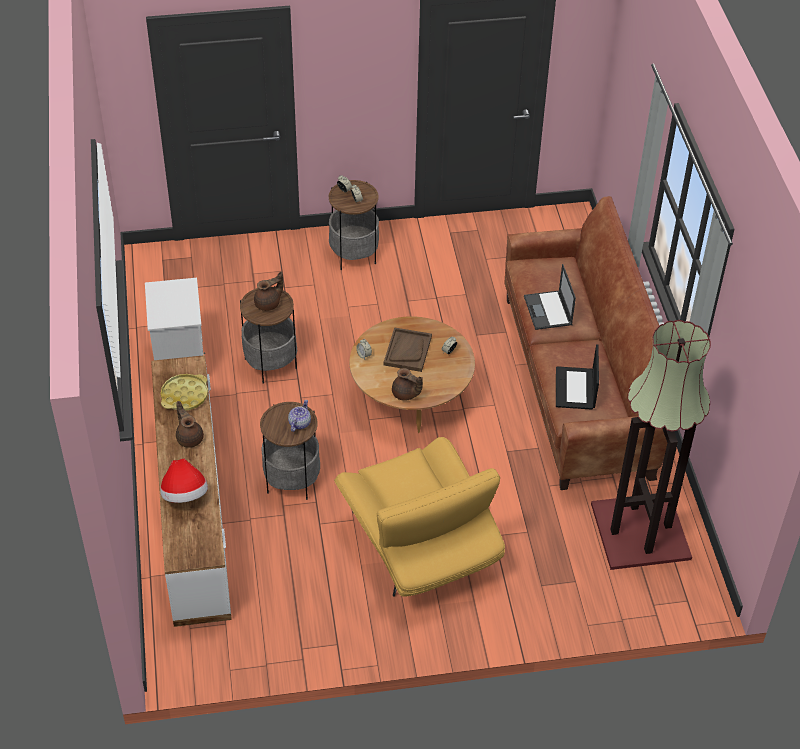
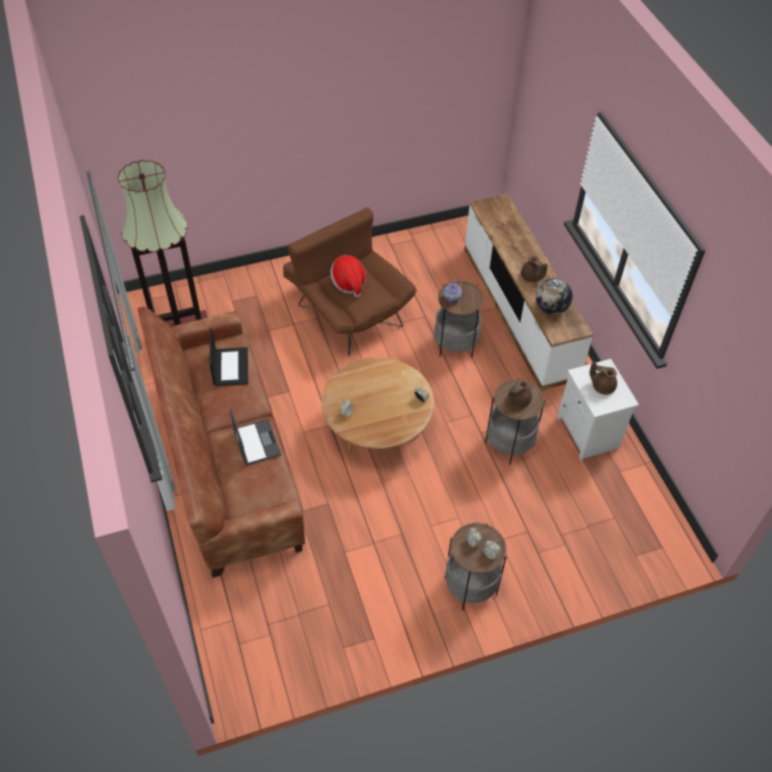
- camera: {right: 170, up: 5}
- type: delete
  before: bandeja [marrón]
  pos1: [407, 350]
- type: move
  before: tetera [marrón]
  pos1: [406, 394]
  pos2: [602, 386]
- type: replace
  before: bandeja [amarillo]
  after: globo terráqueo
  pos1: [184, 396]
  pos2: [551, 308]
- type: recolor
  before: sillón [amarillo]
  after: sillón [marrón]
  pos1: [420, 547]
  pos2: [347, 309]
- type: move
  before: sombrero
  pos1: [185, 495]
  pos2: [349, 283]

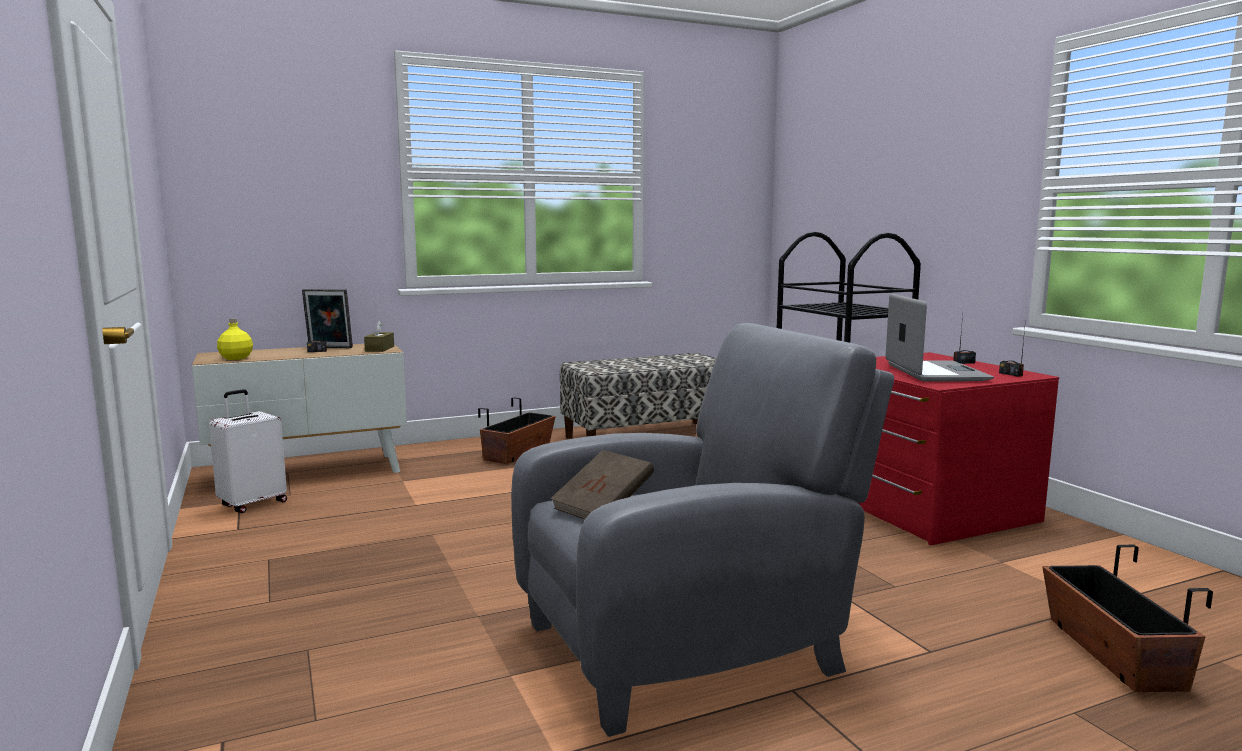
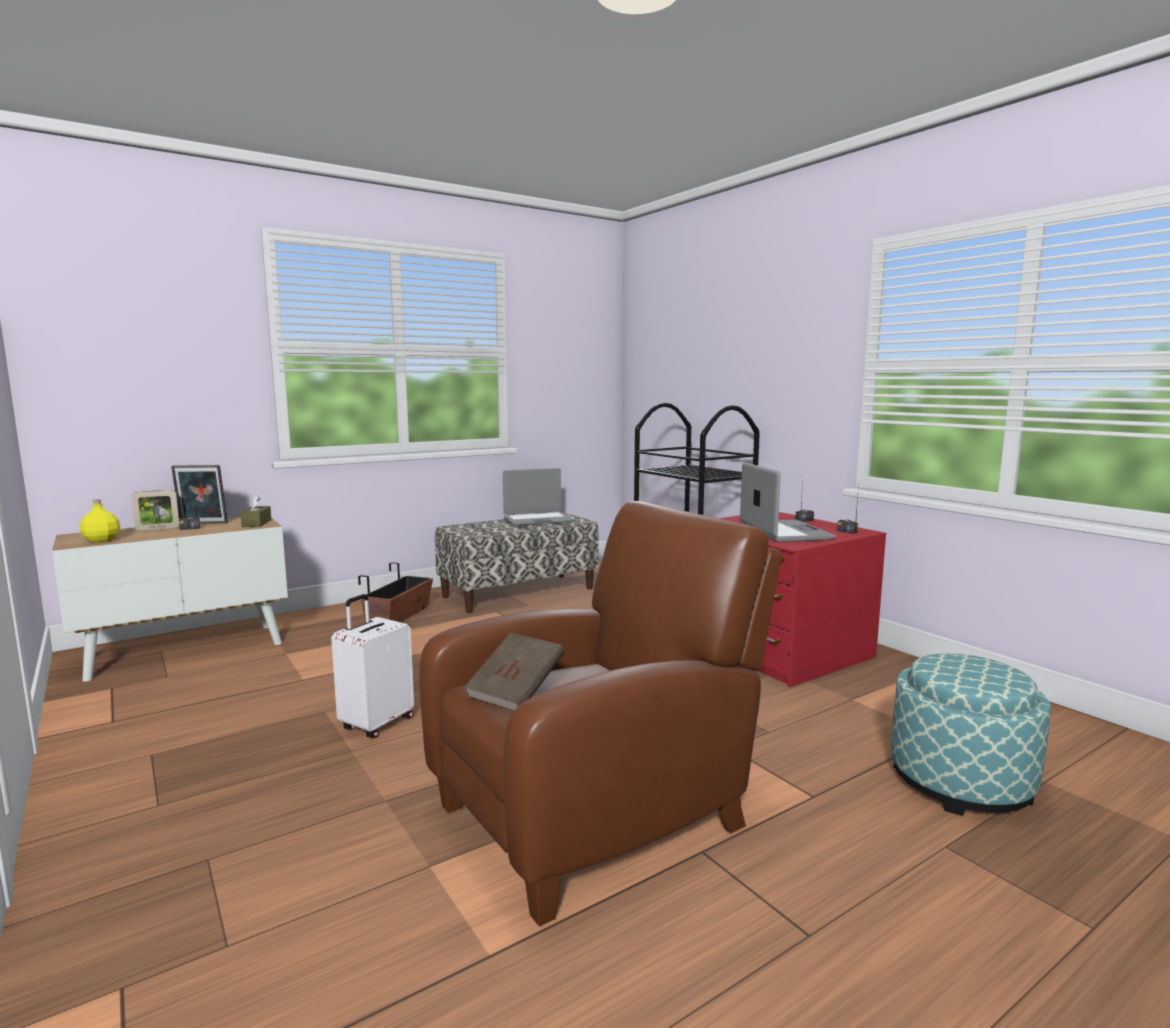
- camera: {right: -10, up: 0}
- type: recolor
  before: sillón [gris]
  after: sillón [marrón]
  pos1: [690, 645]
  pos2: [599, 813]
- type: move
  before: maleta [blanco]
  pos1: [252, 504]
  pos2: [376, 724]
- type: replace
  before: maceta
  after: puf
  pos1: [1112, 653]
  pos2: [960, 782]
- type: insert
  after: portátil
  pos2: [538, 520]
- type: insert
  after: portarretratos
  pos2: [158, 528]

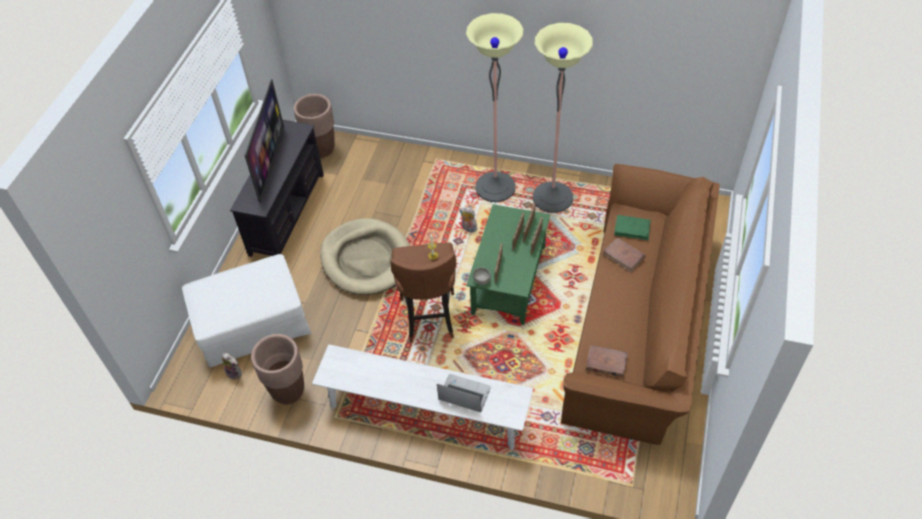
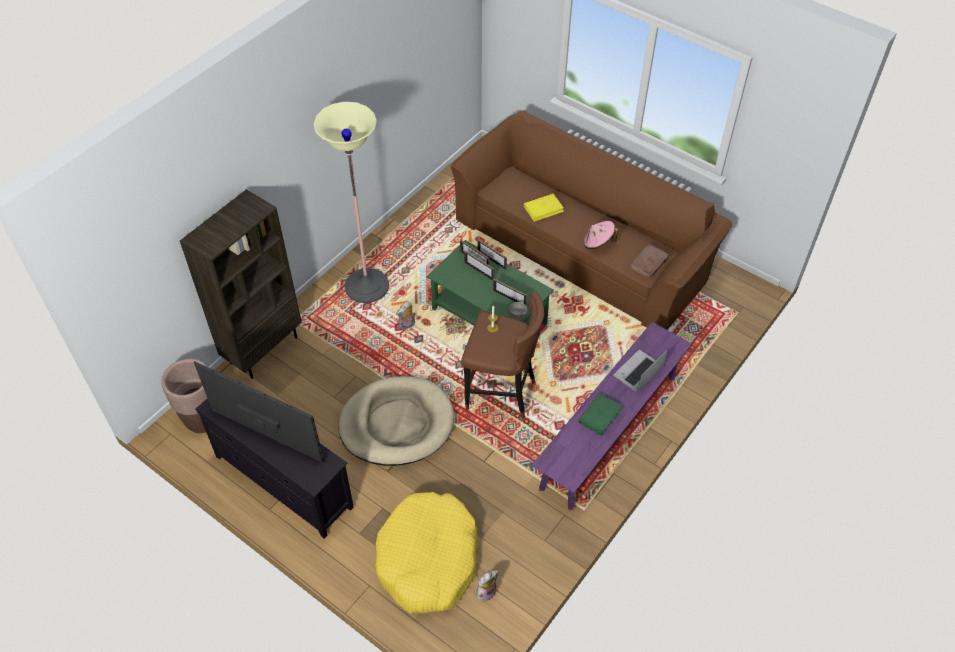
- camera: {right: -70, up: 0}
- type: delete
  before: lámpara de pie
  pos1: [552, 197]
- type: move
  before: libro [verde]
  pos1: [632, 229]
  pos2: [600, 415]
- type: recolor
  before: libro [marrón]
  after: libro [amarillo]
  pos1: [624, 256]
  pos2: [543, 209]
- type: replace
  before: puf [blanco]
  after: cama para perro [amarillo]
  pos1: [251, 325]
  pos2: [428, 559]
- type: delete
  before: maceta [marrón]
  pos1: [288, 391]
- type: recolor
  before: banco [blanco]
  after: banco [morado]
  pos1: [425, 412]
  pos2: [609, 431]
- type: insert
  after: estantería [marrón]
  pos2: [263, 349]
- type: insert
  after: sombrero [rosa]
  pos2: [598, 242]

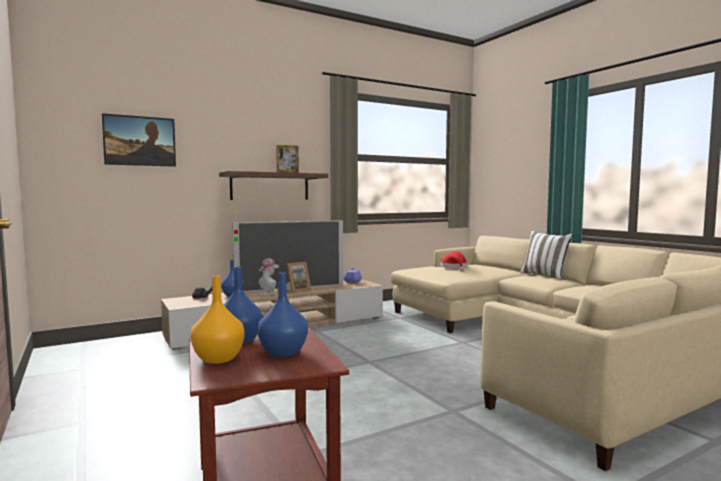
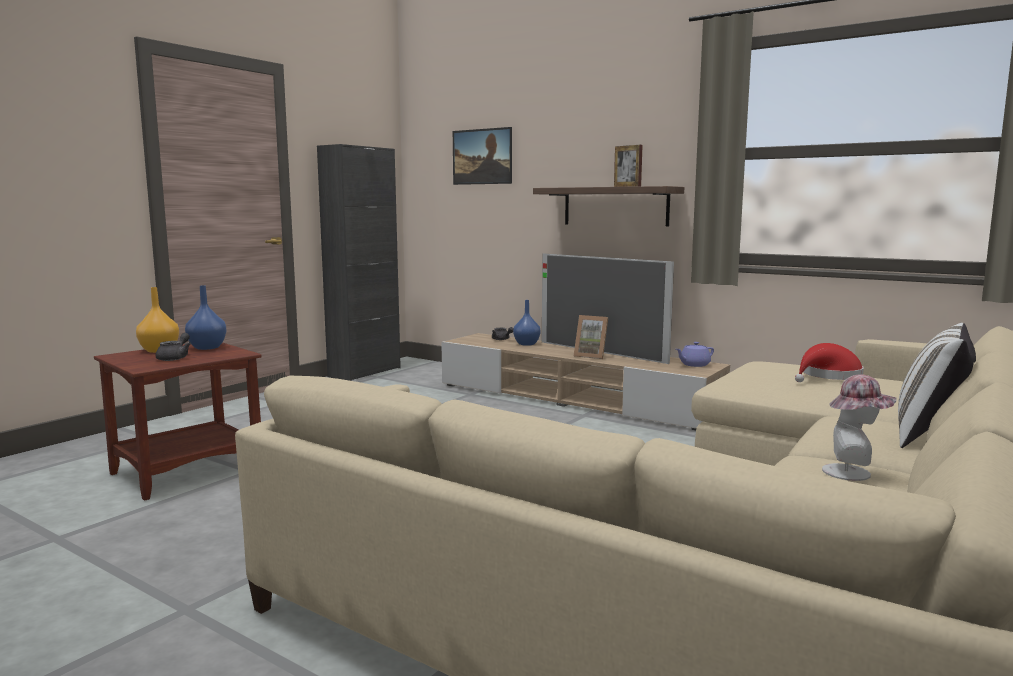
- camera: {right: 65, up: 5}
- type: move
  before: sombrero
  pos1: [269, 293]
  pos2: [853, 473]
- type: replace
  before: florero [azul]
  after: tetera [gris]
  pos1: [282, 353]
  pos2: [175, 358]
- type: insert
  after: armario [negro]
  pos2: [365, 372]

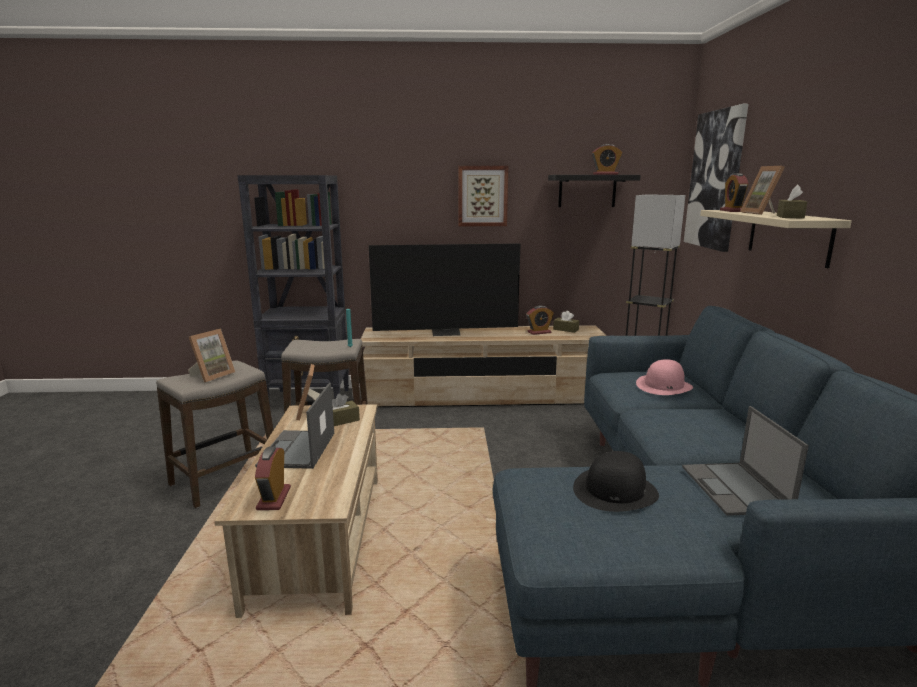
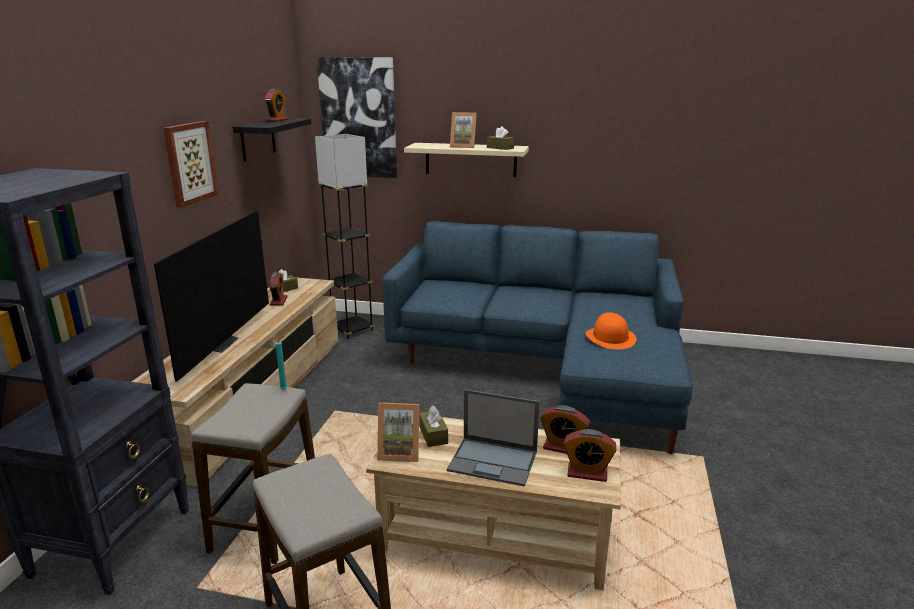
- camera: {right: -75, up: 5}
- type: move
  before: despertador
  pos1: [732, 211]
  pos2: [562, 447]
- type: delete
  before: portarretratos
  pos1: [212, 375]
- type: delete
  before: sombrero [rosa]
  pos1: [664, 386]
- type: delete
  before: portátil
  pos1: [736, 489]
- type: recolor
  before: sombrero [negro]
  after: sombrero [naranja]
  pos1: [615, 491]
  pos2: [610, 338]

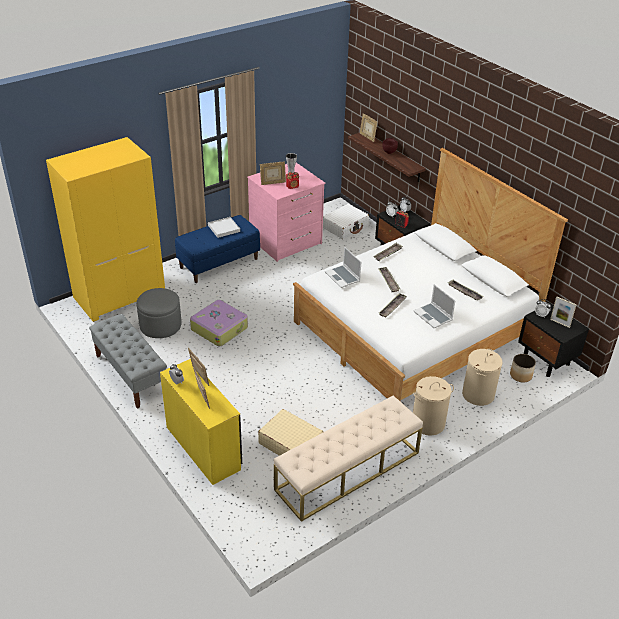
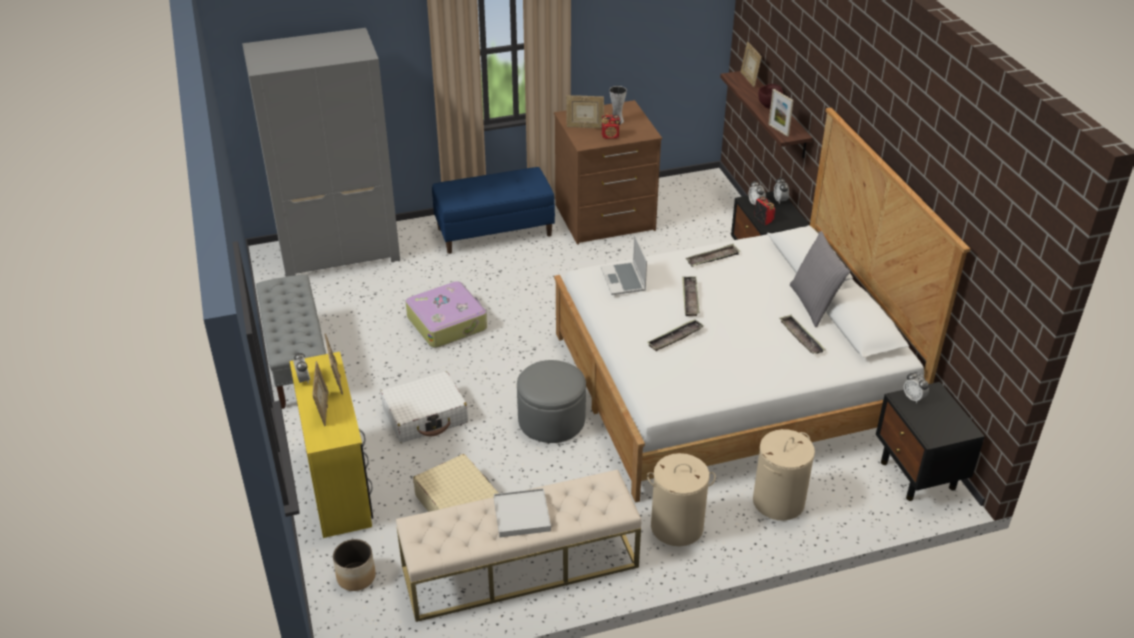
- camera: {right: 20, up: 0}
- type: recolor
  before: armario ropero [amarillo]
  after: armario ropero [gris]
  pos1: [120, 295]
  pos2: [340, 251]
- type: recolor
  before: cómoda [rosa]
  after: cómoda [marrón]
  pos1: [286, 241]
  pos2: [605, 218]
- type: move
  before: maleta [blanco]
  pos1: [345, 227]
  pos2: [425, 416]
- type: move
  before: bandeja [blanco]
  pos1: [224, 228]
  pos2: [521, 515]
- type: delete
  before: portátil
  pos1: [433, 316]
- type: move
  before: puf [gris]
  pos1: [160, 325]
  pos2: [551, 420]
- type: move
  before: portarretratos
  pos1: [560, 323]
  pos2: [778, 130]
- type: move
  before: maceta
  pos1: [520, 375]
  pos2: [356, 576]
- type: insert
  after: cojín [gris]
  pos2: [814, 304]

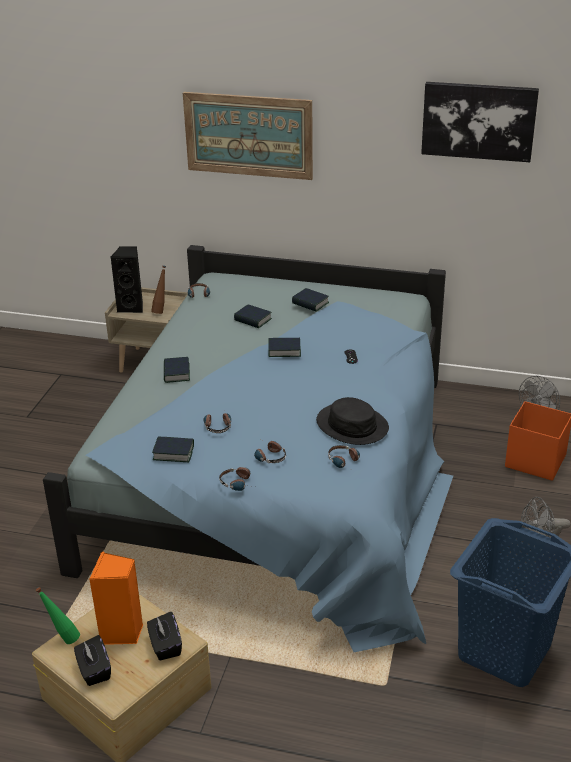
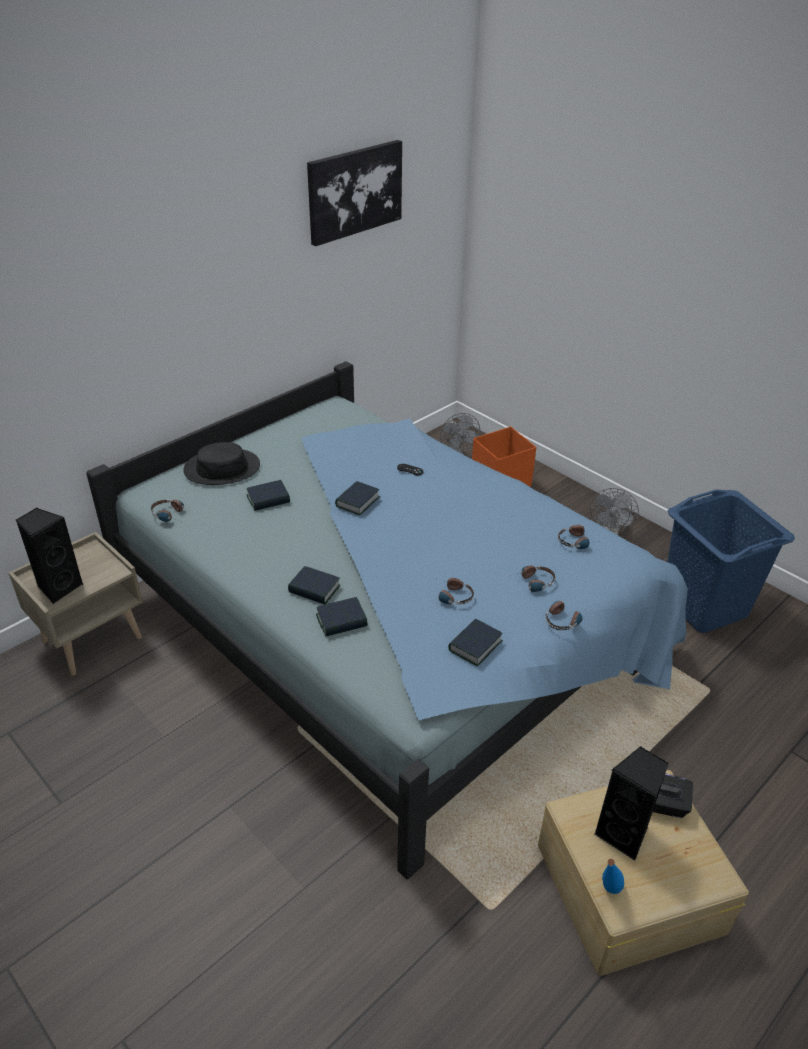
- camera: {right: -60, up: 5}
- type: delete
  before: cuadro
  pos1: [248, 135]
- type: delete
  before: botella [marrón]
  pos1: [161, 311]
- type: move
  before: libro
  pos1: [310, 303]
  pos2: [341, 621]
- type: move
  before: sombrero [negro]
  pos1: [352, 425]
  pos2: [222, 468]
- type: recolor
  before: altavoz [naranja]
  after: altavoz [negro]
  pos1: [122, 633]
  pos2: [624, 834]
- type: recolor
  before: botella [verde]
  after: botella [azul]
  pos1: [63, 639]
  pos2: [606, 894]
- type: delete
  before: caja de pañuelos [negro]
  pos1: [94, 670]

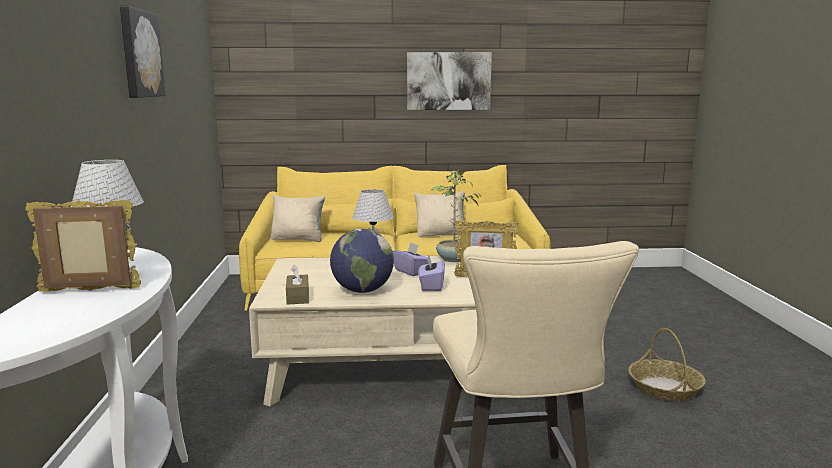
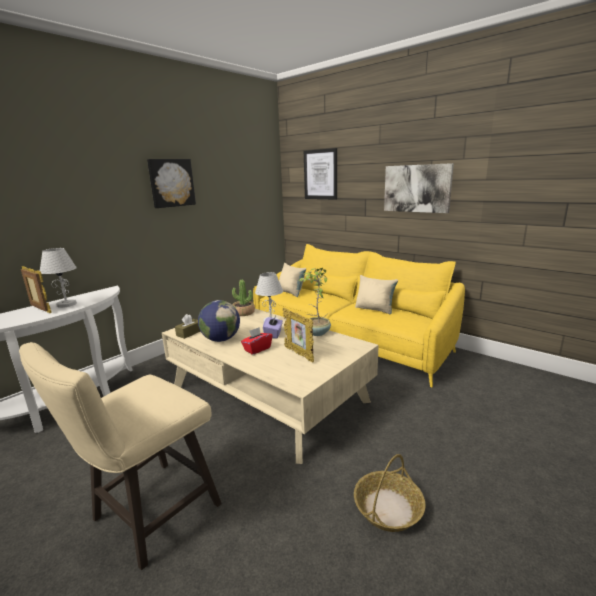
- camera: {right: 45, up: 5}
- type: recolor
  before: caja de pañuelos [morado]
  after: caja de pañuelos [rojo]
  pos1: [431, 286]
  pos2: [257, 349]
- type: insert
  after: cuadro
  pos2: [320, 174]
- type: insert
  after: planta en maceta
  pos2: [243, 313]

